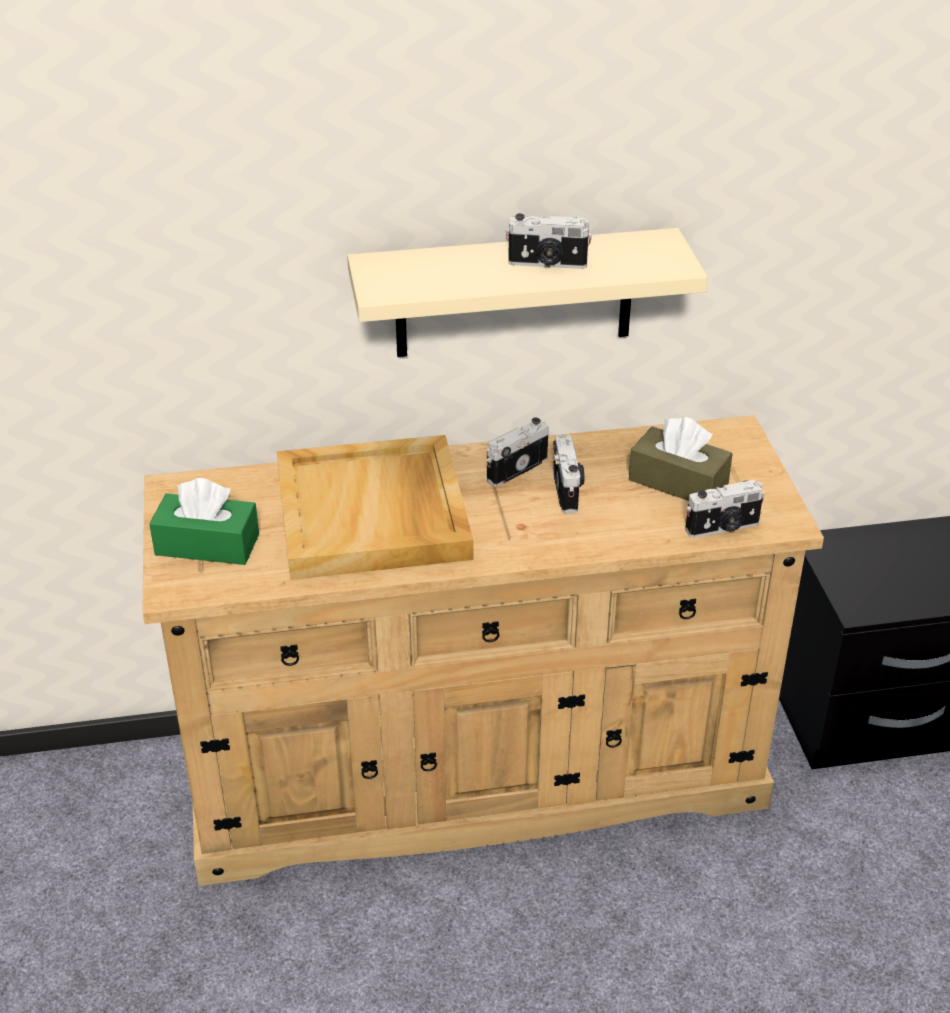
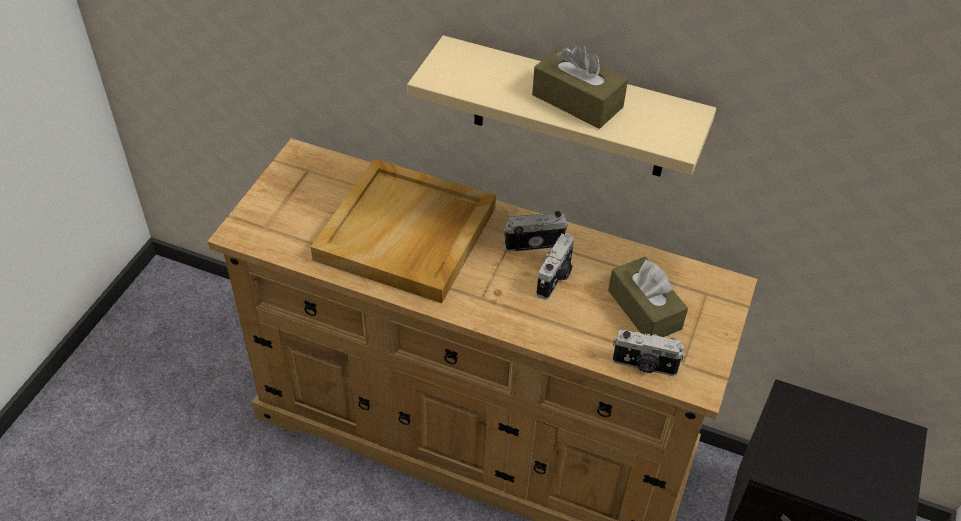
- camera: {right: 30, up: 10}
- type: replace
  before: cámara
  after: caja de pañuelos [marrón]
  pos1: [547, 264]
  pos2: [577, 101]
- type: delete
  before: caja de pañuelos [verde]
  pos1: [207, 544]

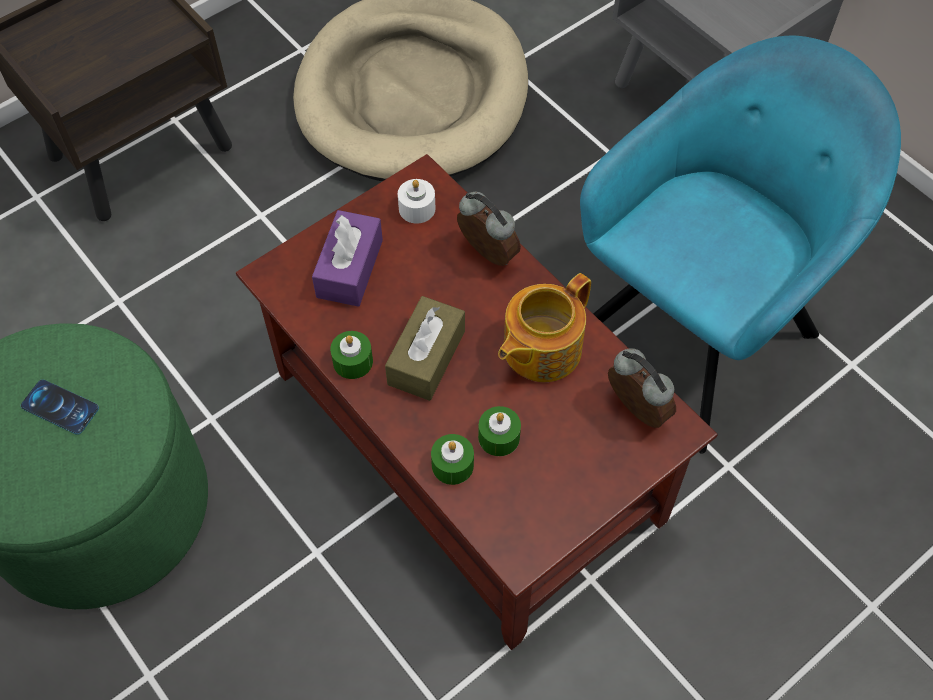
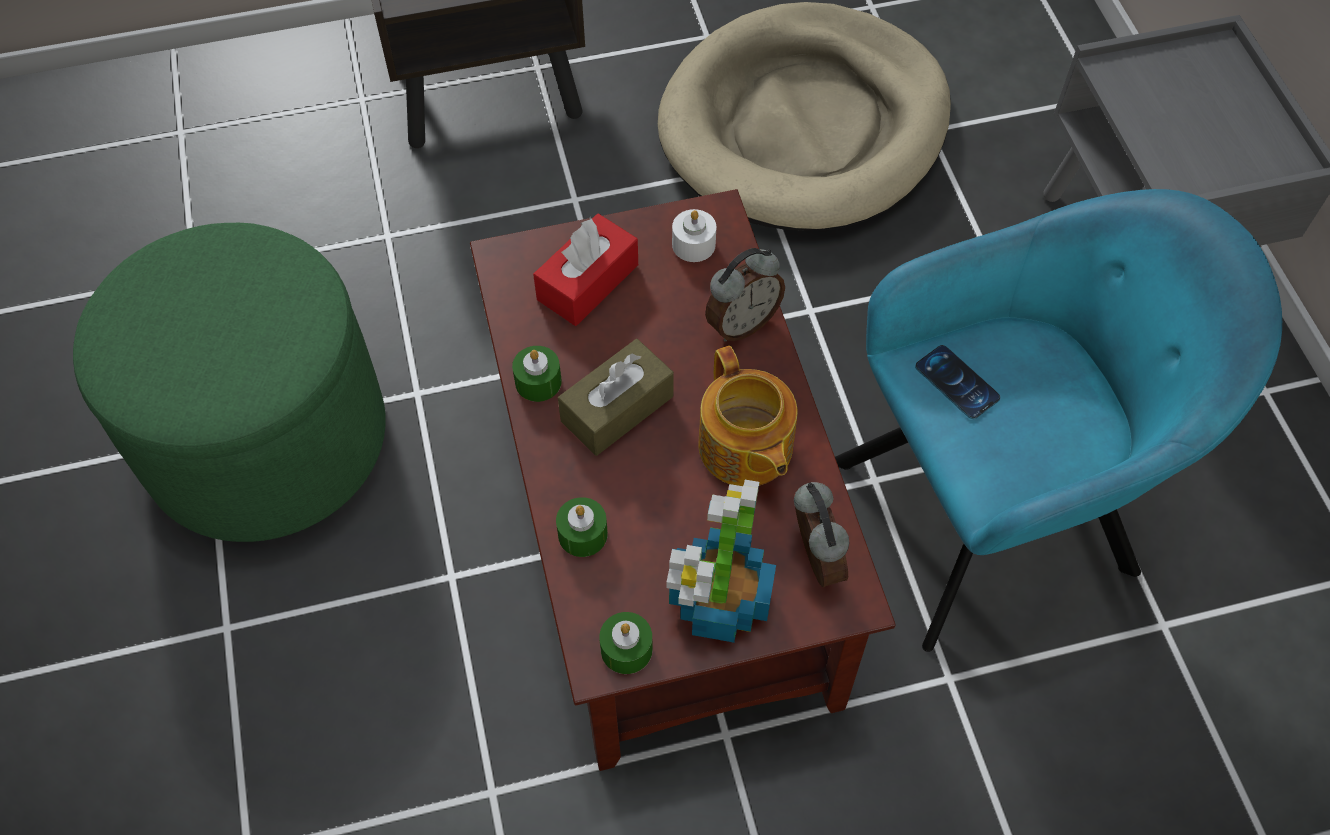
- camera: {right: 25, up: 0}
- type: rotate
  before: despertador
  pos1: [486, 255]
  pos2: [741, 323]
  turn: 75
- type: recolor
  before: caja de pañuelos [morado]
  after: caja de pañuelos [rojo]
  pos1: [349, 268]
  pos2: [588, 282]
- type: rotate
  before: tetera
  pos1: [540, 349]
  pos2: [745, 448]
  turn: -90
- type: move
  before: móvil
  pos1: [60, 407]
  pos2: [957, 382]
- type: move
  before: vela [verde]
  pos1: [499, 437]
  pos2: [626, 649]
- type: insert
  after: planta en maceta
  pos2: [719, 600]

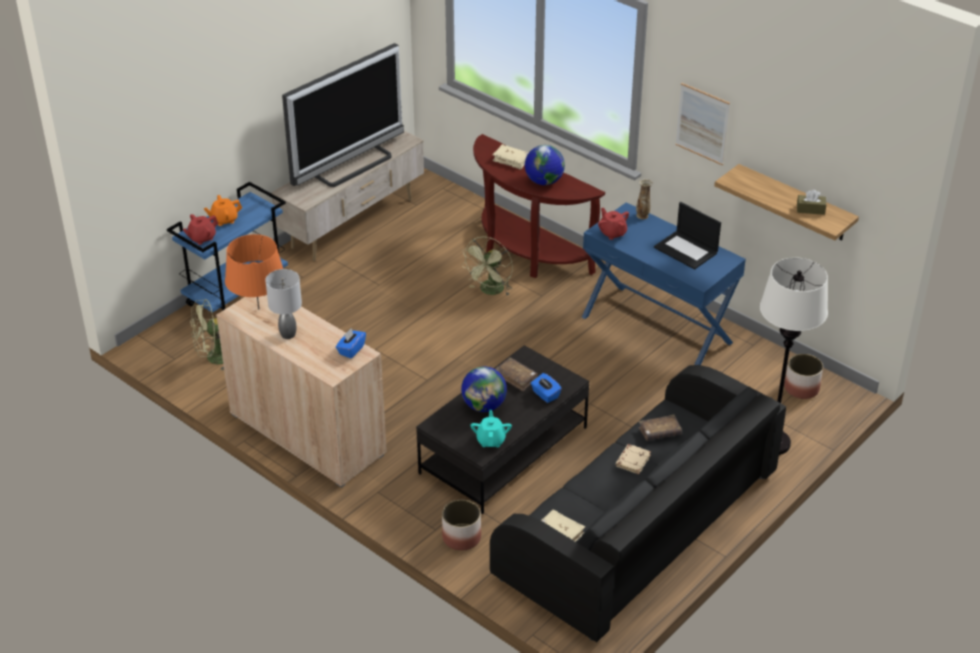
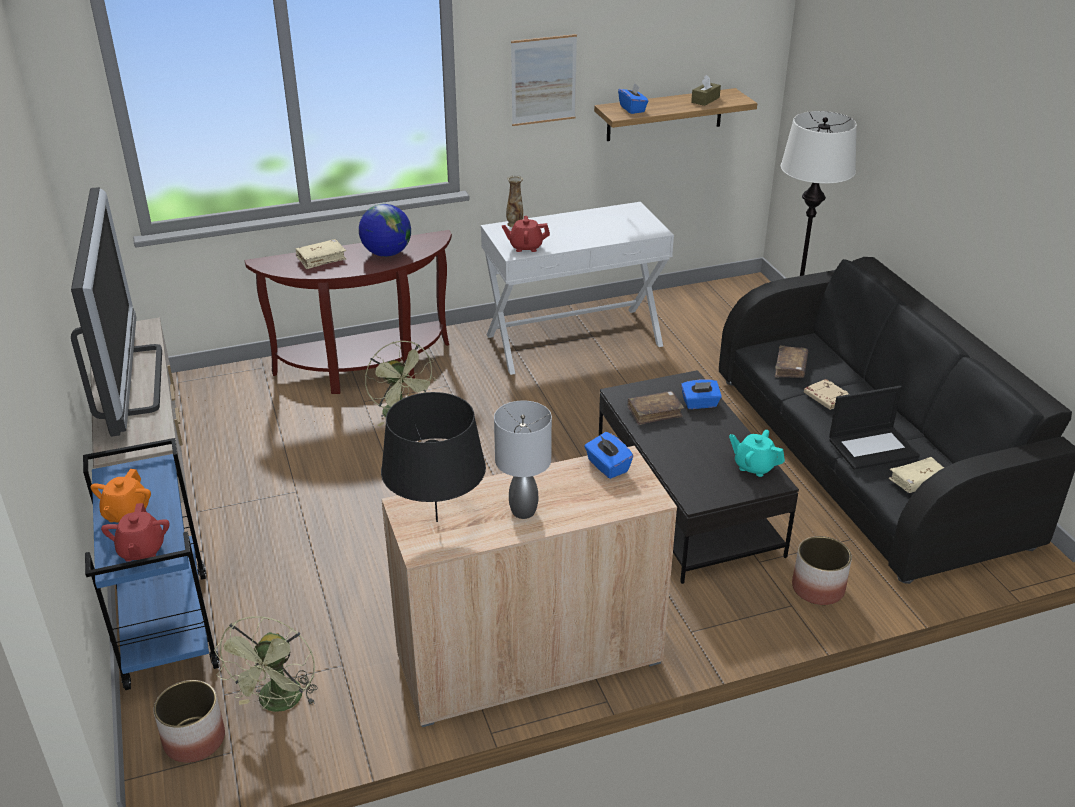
- camera: {right: -60, up: -5}
- type: recolor
  before: mesa consola [azul]
  after: mesa consola [blanco]
  pos1: [657, 329]
  pos2: [574, 340]
- type: move
  before: portátil
  pos1: [686, 250]
  pos2: [873, 447]
- type: recolor
  before: lámpara de mesa [naranja]
  after: lámpara de mesa [negro]
  pos1: [258, 309]
  pos2: [436, 521]
- type: move
  before: maceta
  pos1: [801, 388]
  pos2: [194, 740]
- type: delete
  before: globo terráqueo
  pos1: [484, 406]
- type: insert
  after: caja de pañuelos [azul]
  pos2: [632, 109]

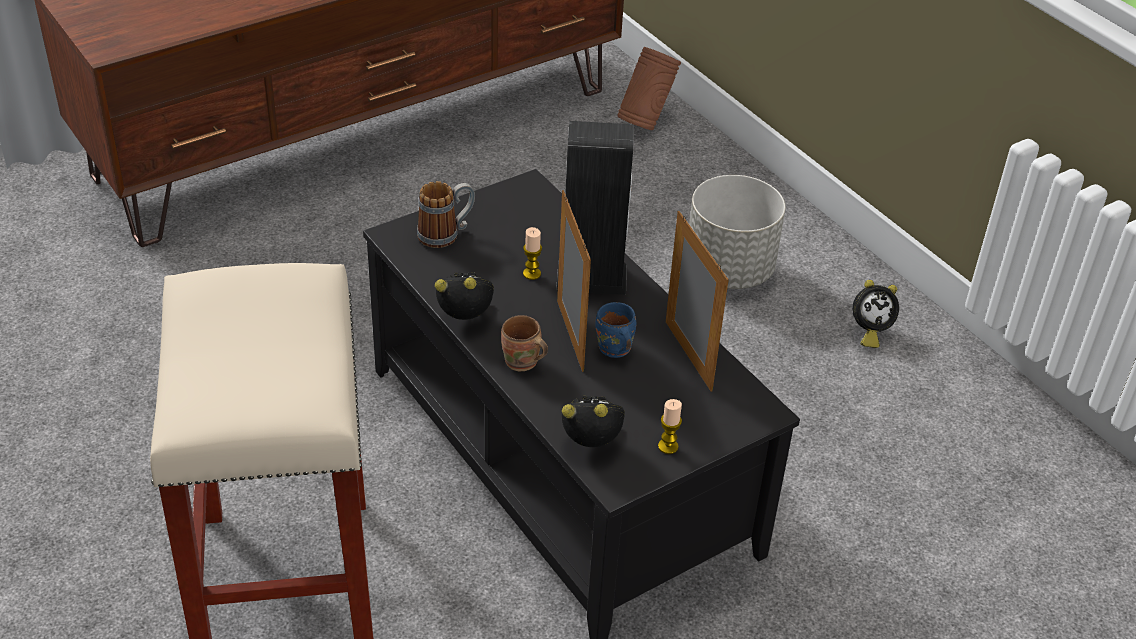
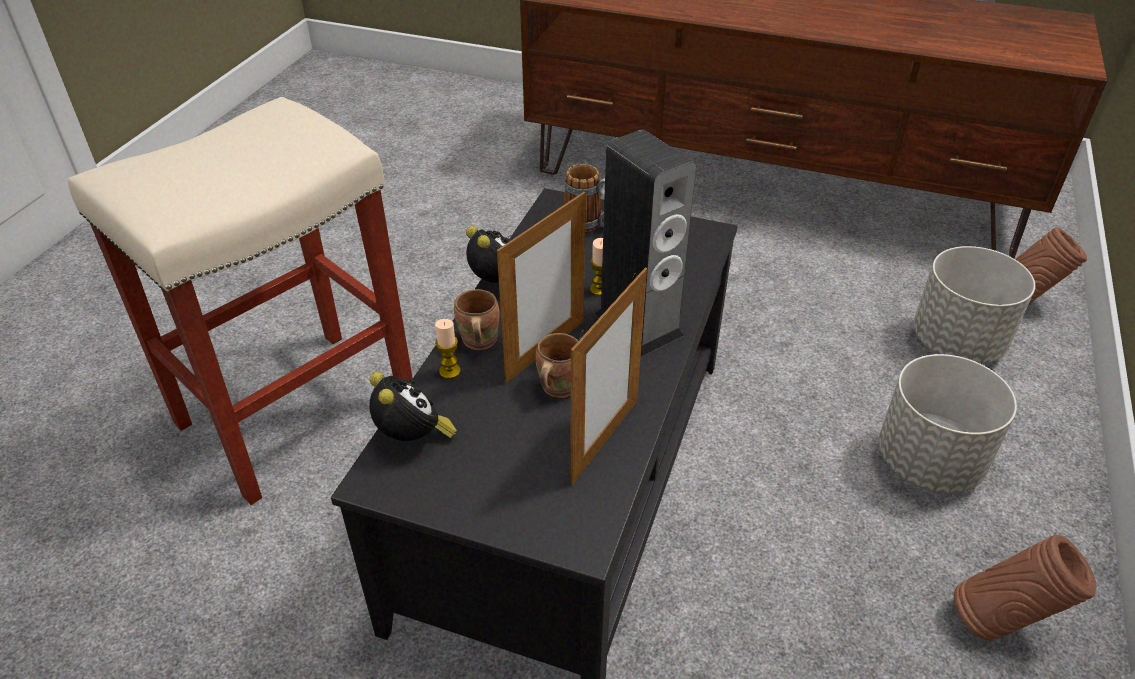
- camera: {right: 55, up: 0}
- type: replace
  before: despertador
  after: florero [marrón]
  pos1: [868, 332]
  pos2: [1001, 623]
- type: recolor
  before: taza grande [azul]
  after: taza grande [marrón]
  pos1: [613, 350]
  pos2: [556, 387]
- type: move
  before: vela
  pos1: [668, 446]
  pos2: [450, 371]
- type: insert
  after: maceta [gris]
  pos2: [956, 342]

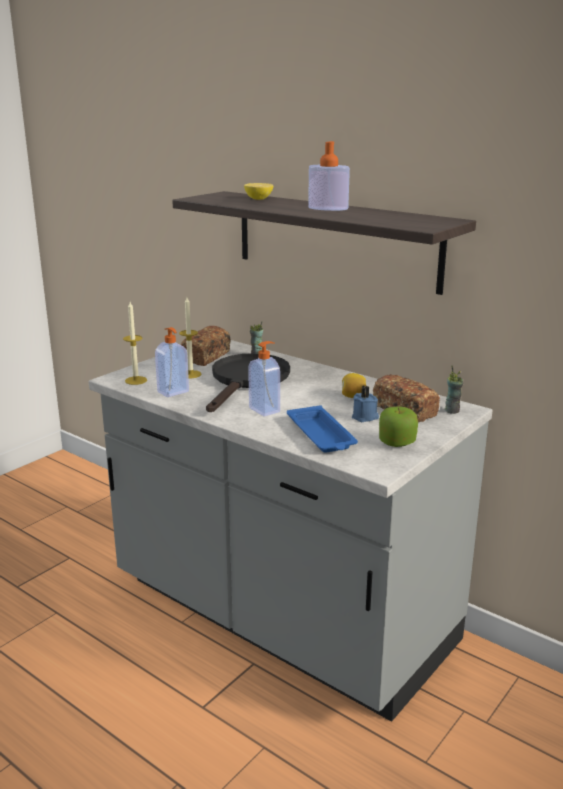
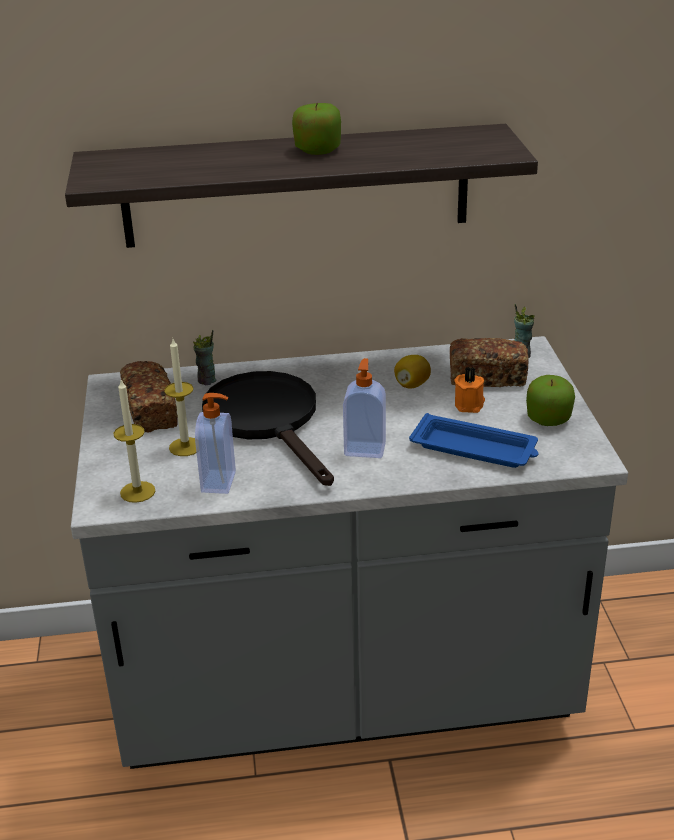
- camera: {right: -45, up: 10}
- type: replace
  before: dispensador de jabón
  after: manzana
  pos1: [328, 208]
  pos2: [317, 150]
- type: delete
  before: limón
  pos1: [258, 199]
- type: recolor
  before: vela [azul]
  after: vela [naranja]
  pos1: [365, 417]
  pos2: [470, 404]

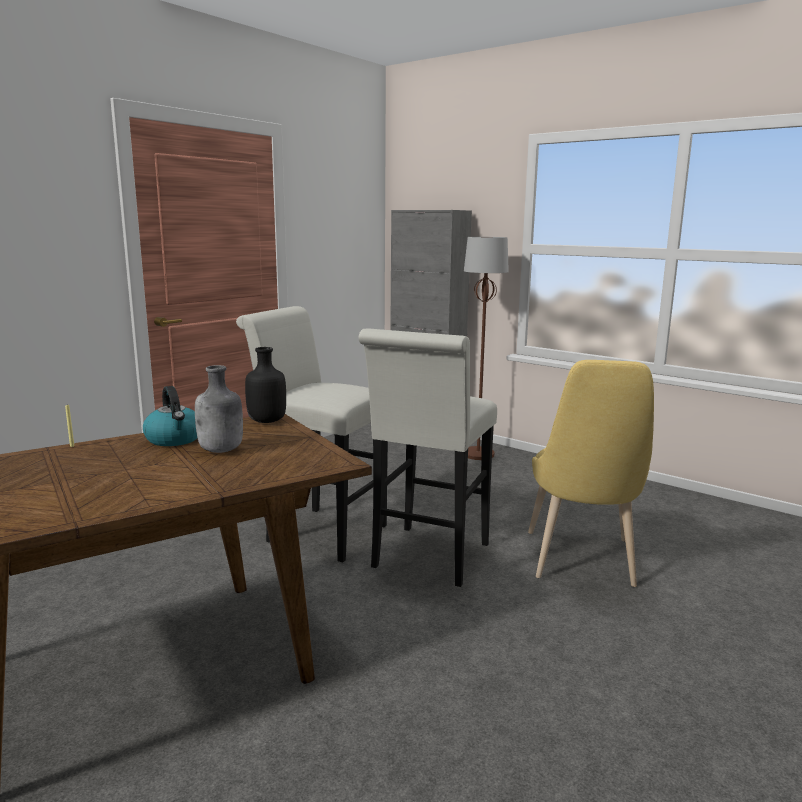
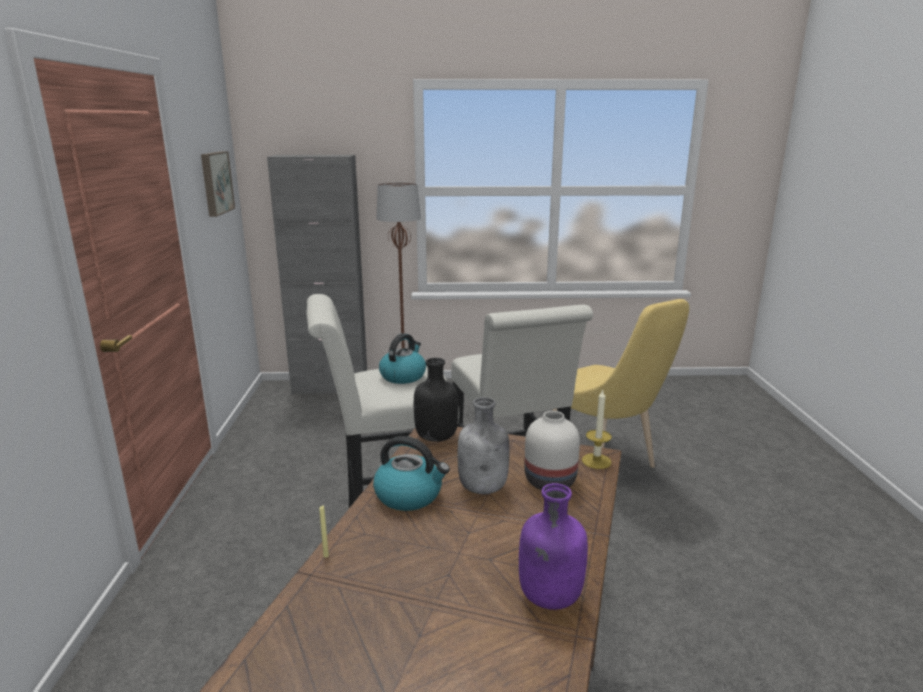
- camera: {right: -40, up: 5}
- type: insert
  after: cuadro
  pos2: [215, 183]
- type: insert
  after: hervidor
  pos2: [403, 376]
- type: insert
  after: vela
  pos2: [596, 461]
- type: insert
  after: florero [blanco]
  pos2: [551, 482]
- type: insert
  after: botella [morado]
  pos2: [549, 597]

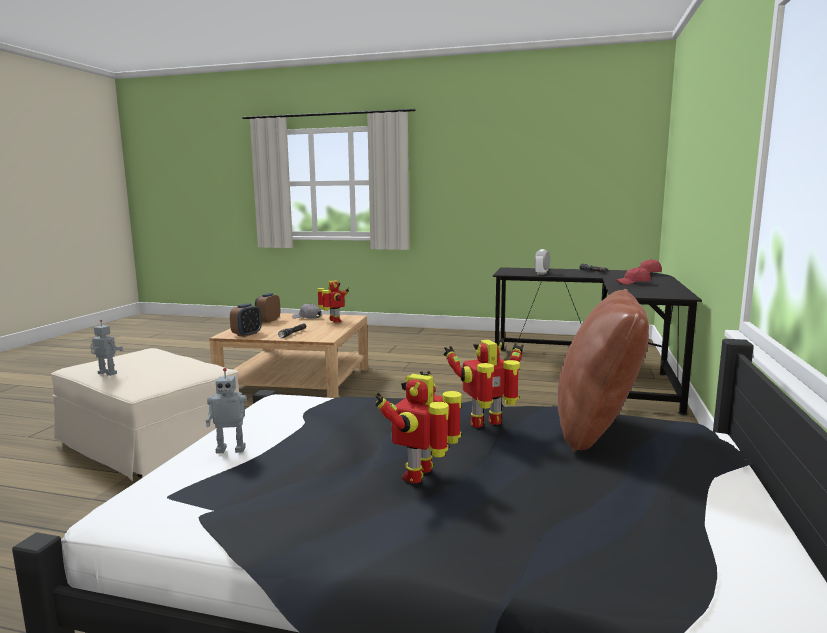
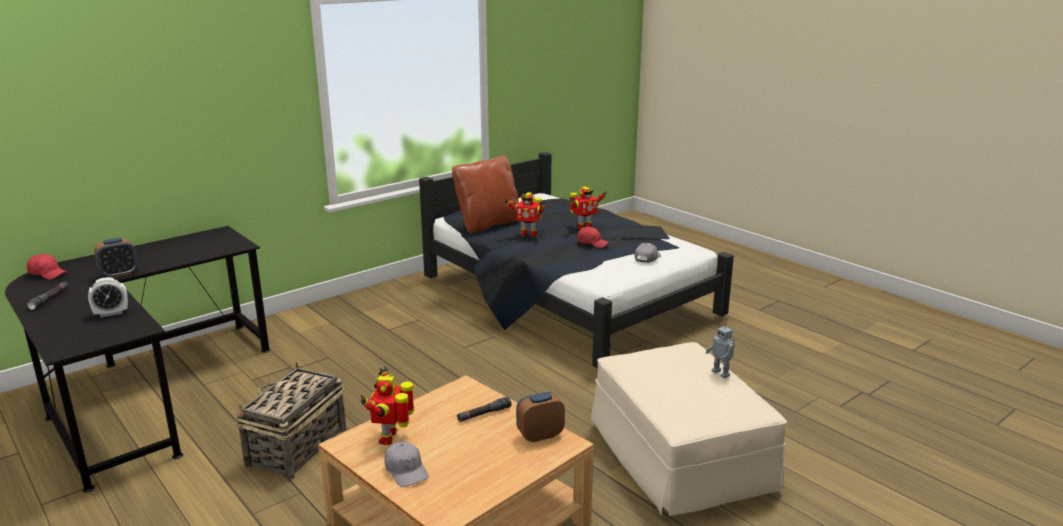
- camera: {right: -145, up: 10}
- type: move
  before: gorra [rojo]
  pos1: [633, 283]
  pos2: [592, 243]
- type: move
  before: despertador
  pos1: [268, 321]
  pos2: [119, 274]
- type: replace
  before: robot de juguete
  after: gorra [gris]
  pos1: [231, 449]
  pos2: [647, 258]
- type: insert
  after: cesta
  pos2: [296, 447]

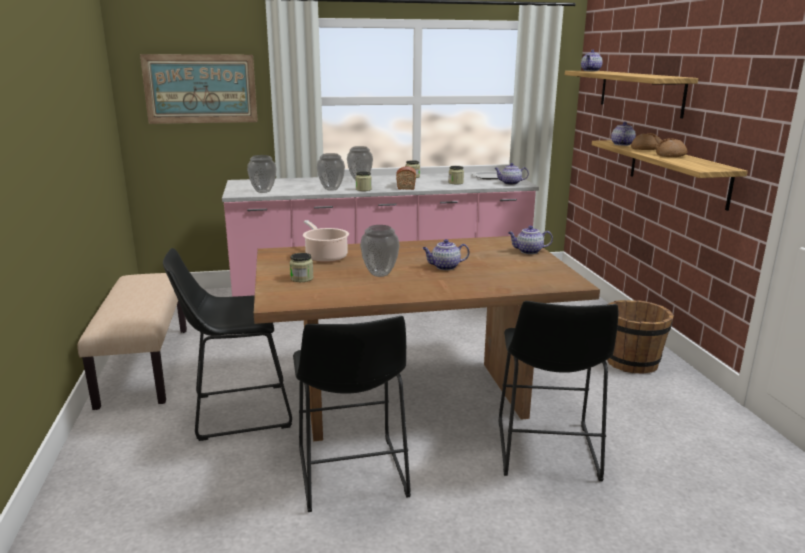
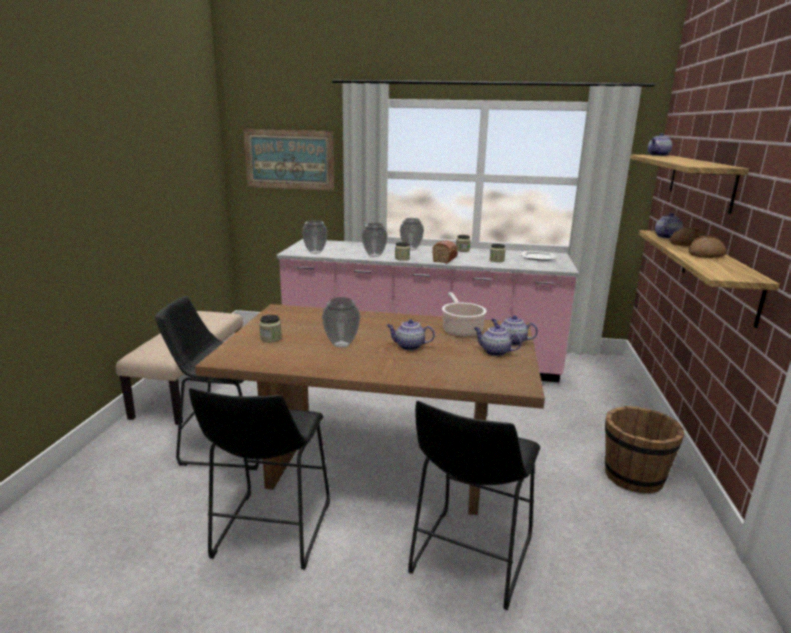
- camera: {right: 20, up: 0}
- type: move
  before: tetera
  pos1: [510, 183]
  pos2: [494, 352]
- type: move
  before: olla
  pos1: [325, 256]
  pos2: [461, 330]

